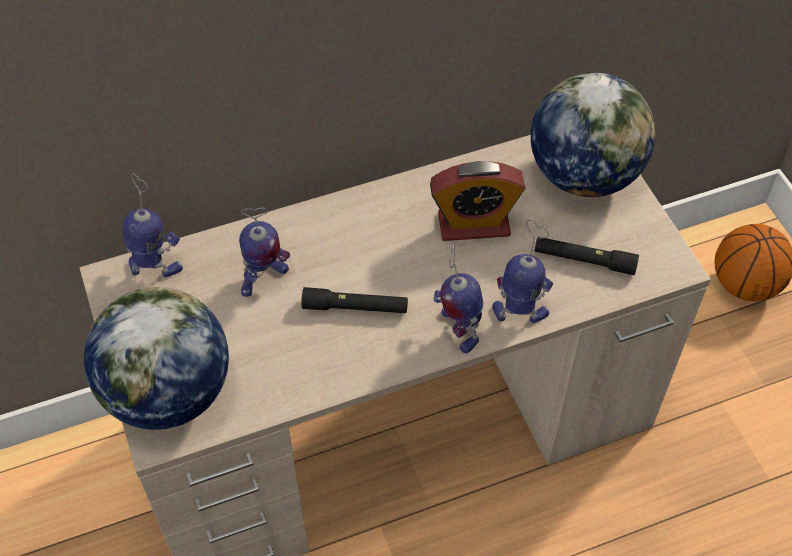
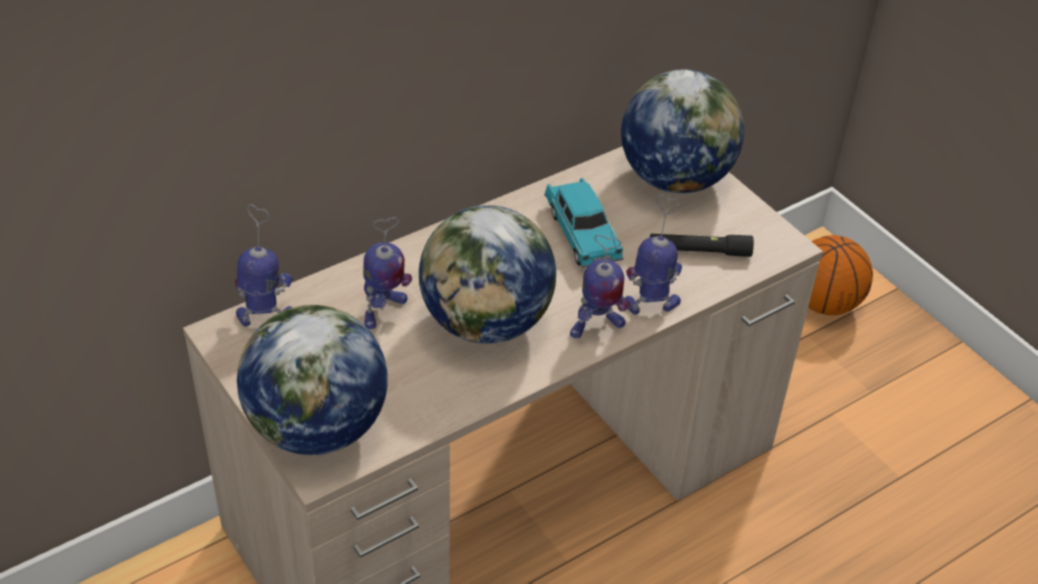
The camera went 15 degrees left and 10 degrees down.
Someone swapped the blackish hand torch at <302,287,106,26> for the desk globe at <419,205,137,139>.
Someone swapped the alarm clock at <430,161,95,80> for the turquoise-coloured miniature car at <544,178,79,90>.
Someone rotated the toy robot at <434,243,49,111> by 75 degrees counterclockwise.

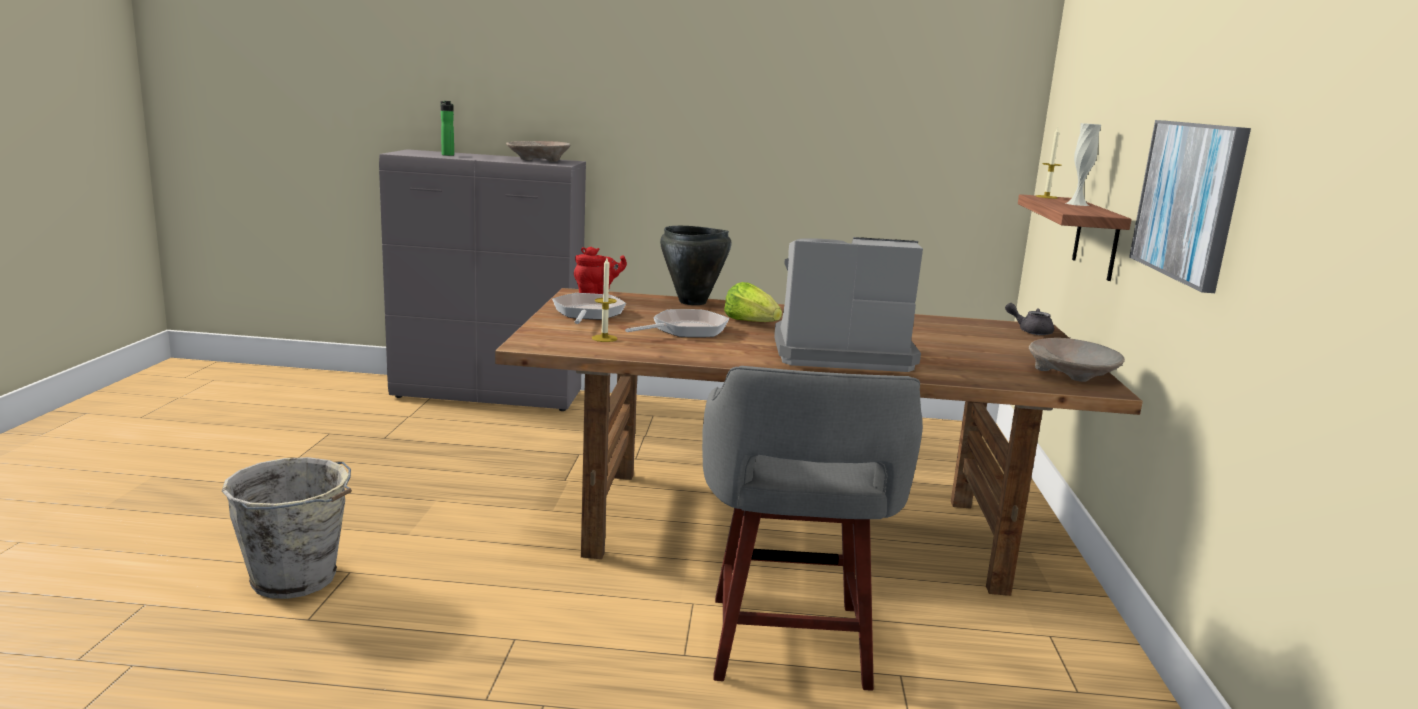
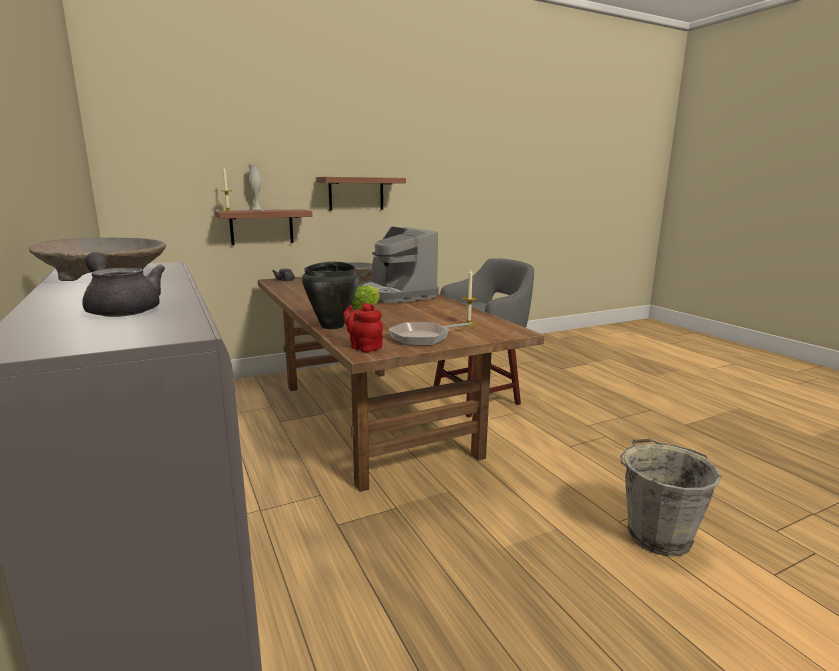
The camera went 120 degrees left and 0 degrees up.
Someone swapped the beverage bottle at <441,101,13,55> for the greyish pot for tea at <82,252,83,65>.
Someone took away the frying pan at <625,309,104,28>.
Someone swapped the wall art at <1129,120,122,173> for the shelf at <316,177,90,33>.

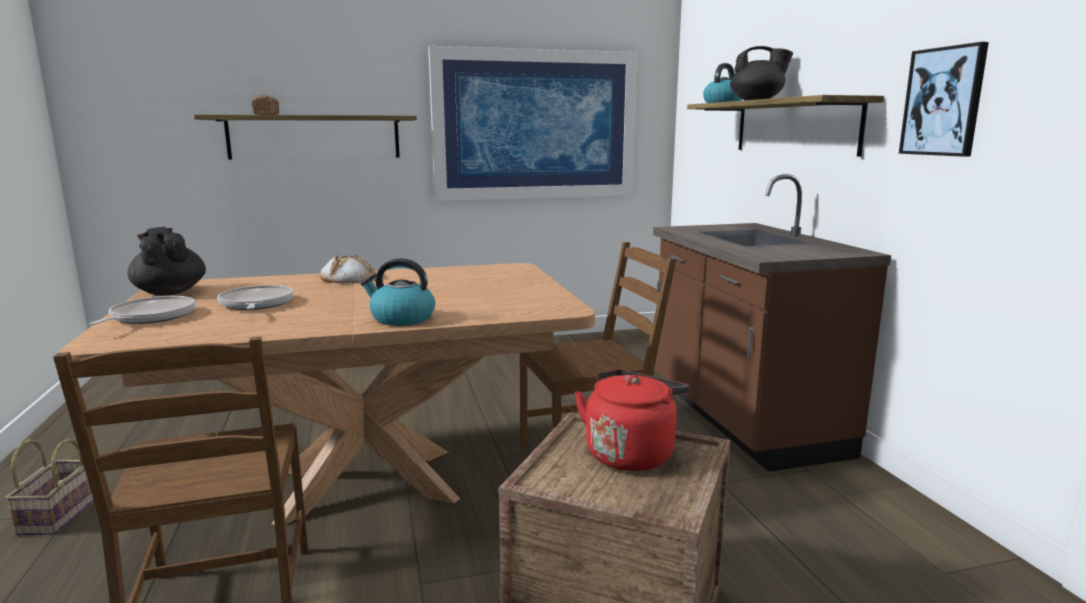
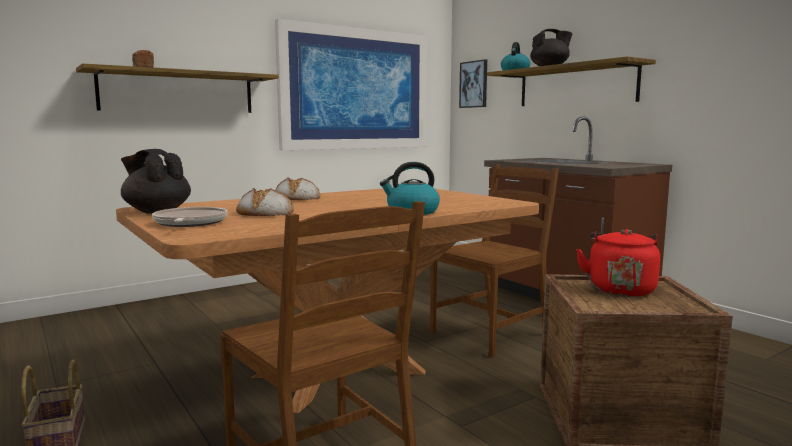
The camera went 20 degrees left and 5 degrees down.
Someone swapped the frying pan at <217,285,77,25> for the baked bread at <236,188,58,28>.
Someone carried the wall art from <899,42,90,115> to <459,59,28,49>.

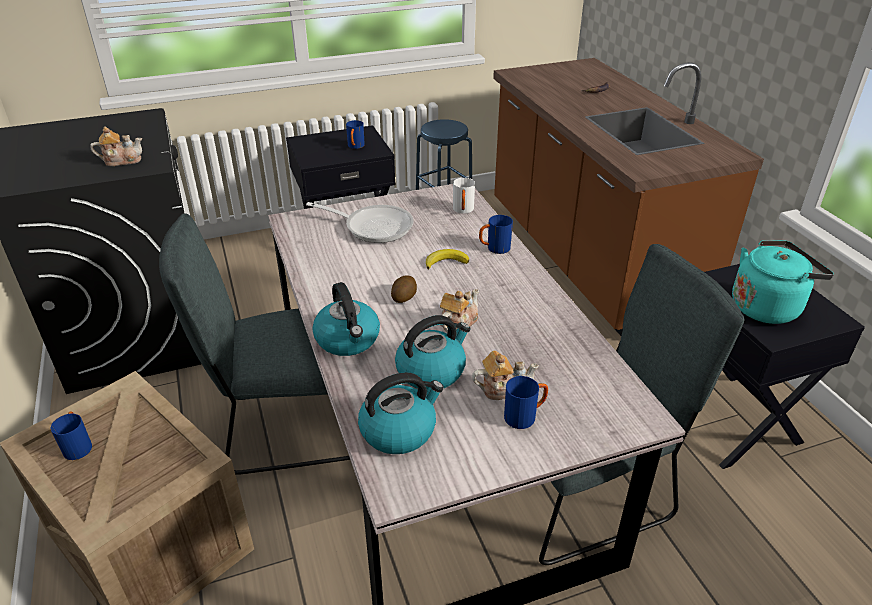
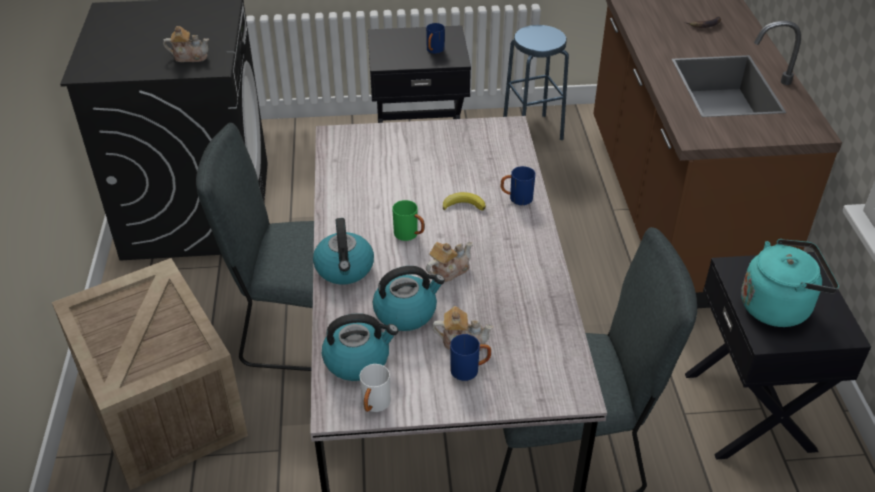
The camera went 15 degrees right and 5 degrees up.
Someone took away the bluish tea mug at <51,411,41,49>.
Someone took away the frying pan at <306,202,108,41>.
Someone swapped the potato at <391,275,26,28> for the green-coloured tea mug at <392,200,33,41>.
Someone carried the white-coloured tea mug from <453,178,22,36> to <360,364,31,48>.

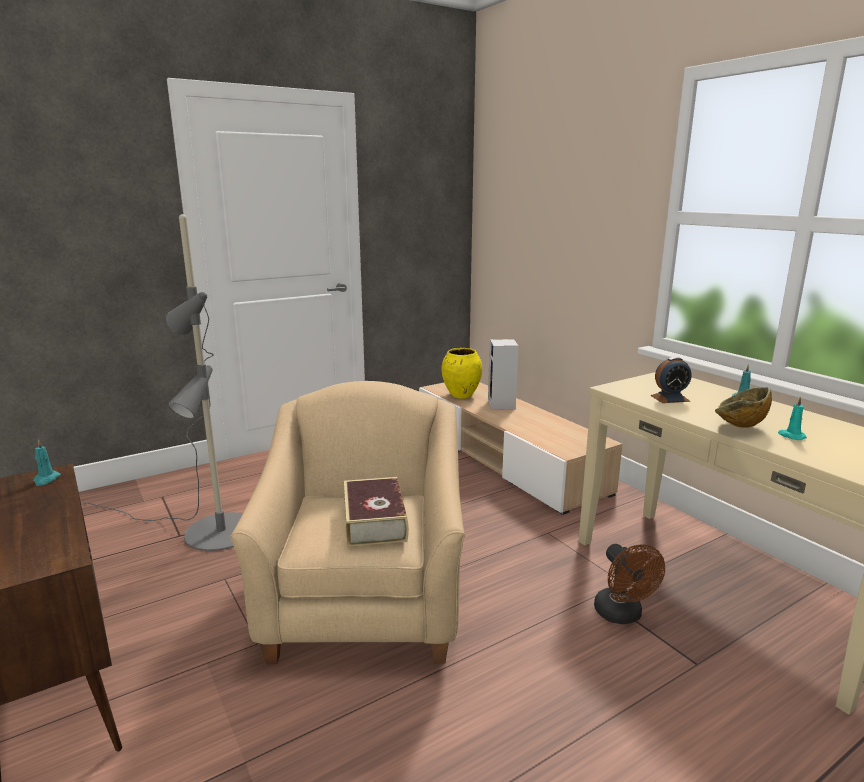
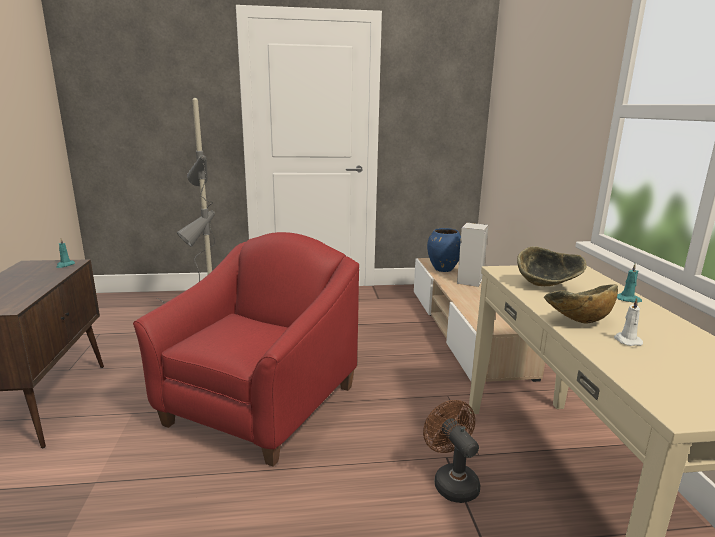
The camera went 25 degrees right and 0 degrees up.
Someone repainted the sand-coloured easy chair at <230,381,235,283>, which became the reddish easy chair at <133,232,226,235>.
Someone took away the volume at <344,477,65,70>.
Someone repainted the yellow decorative vase at <442,348,40,51>, which became the bluish decorative vase at <427,228,34,44>.
Someone rotated the brown-coloured electric fan at <594,544,71,80> by 150 degrees clockwise.
Someone swapped the alarm clock at <651,357,41,46> for the deep dish at <517,246,70,40>.
Someone repainted the turquoise-coloured wax light at <778,396,29,44>, which became the white-coloured wax light at <614,298,29,48>.

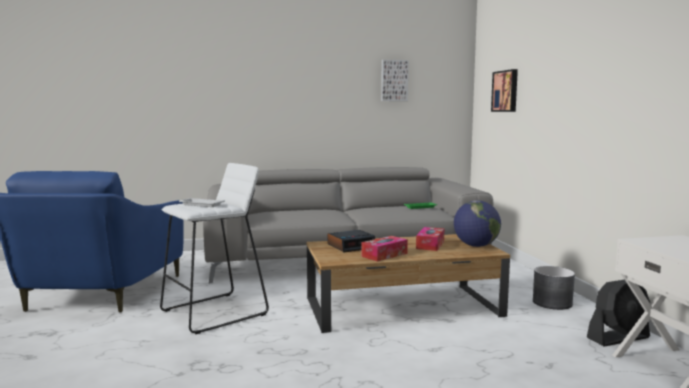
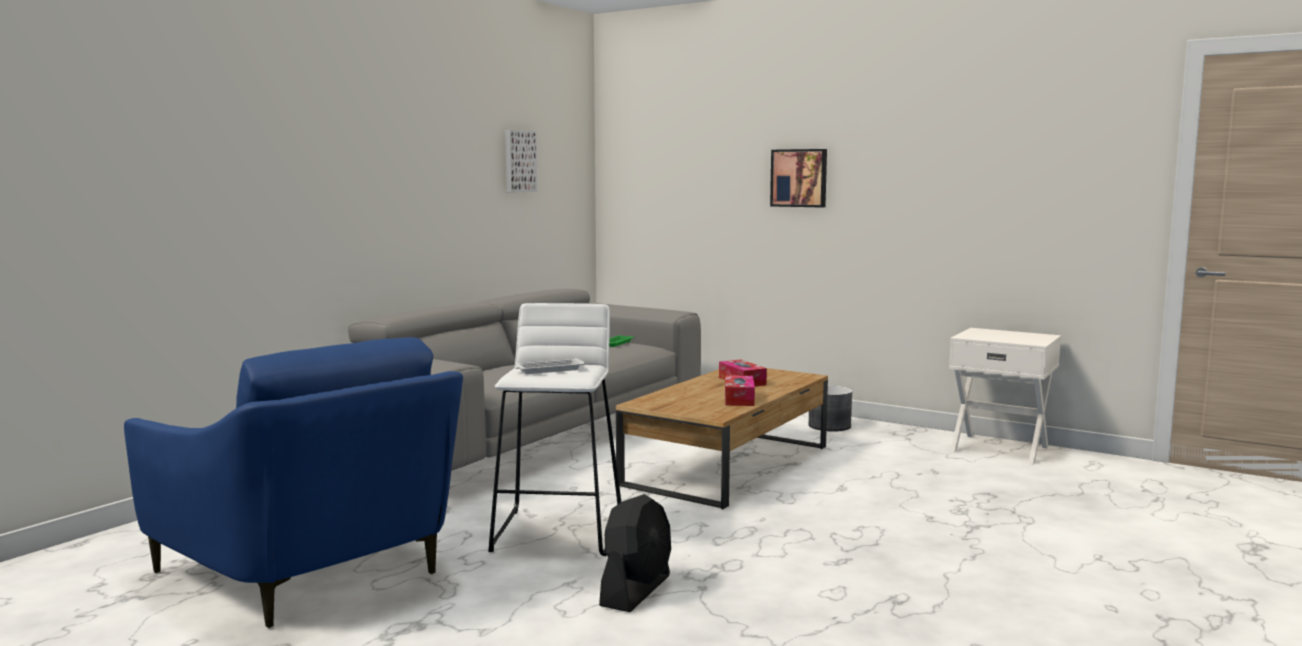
The camera went 45 degrees left and 0 degrees up.
Someone took away the alarm clock at <327,230,48,22>.
Someone took away the desk globe at <454,200,47,47>.
Someone carried the wall art from <491,69,27,43> to <770,149,57,59>.
Someone carried the blackish electric fan from <587,280,64,67> to <599,494,72,118>.

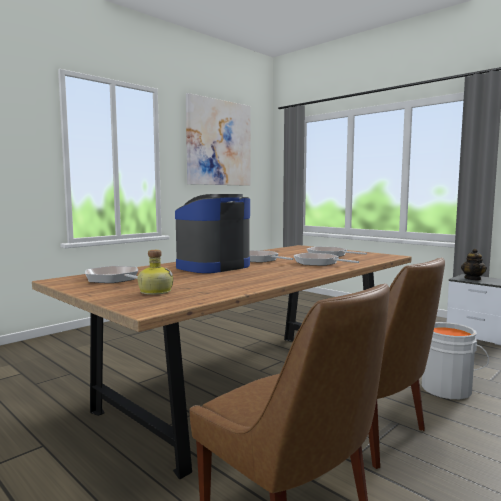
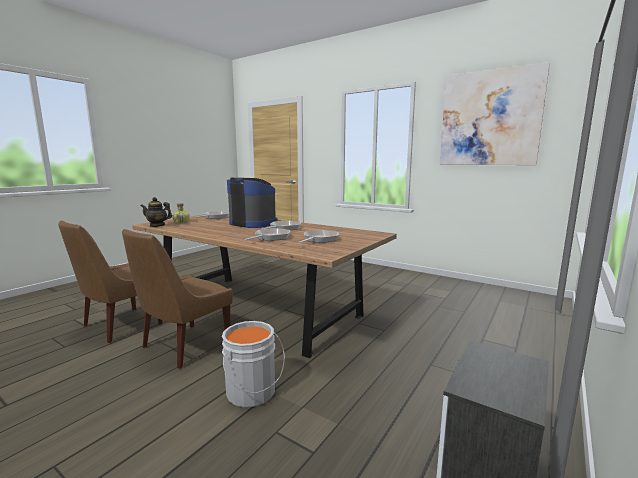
The camera went 80 degrees right and 5 degrees up.
Someone carried the pot for tea from <461,248,26,33> to <141,197,31,30>.

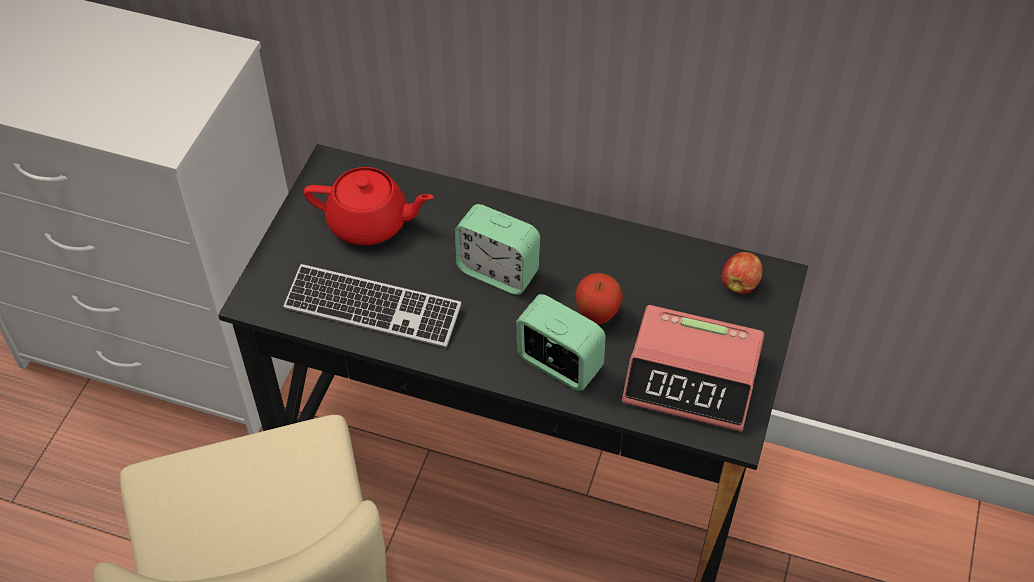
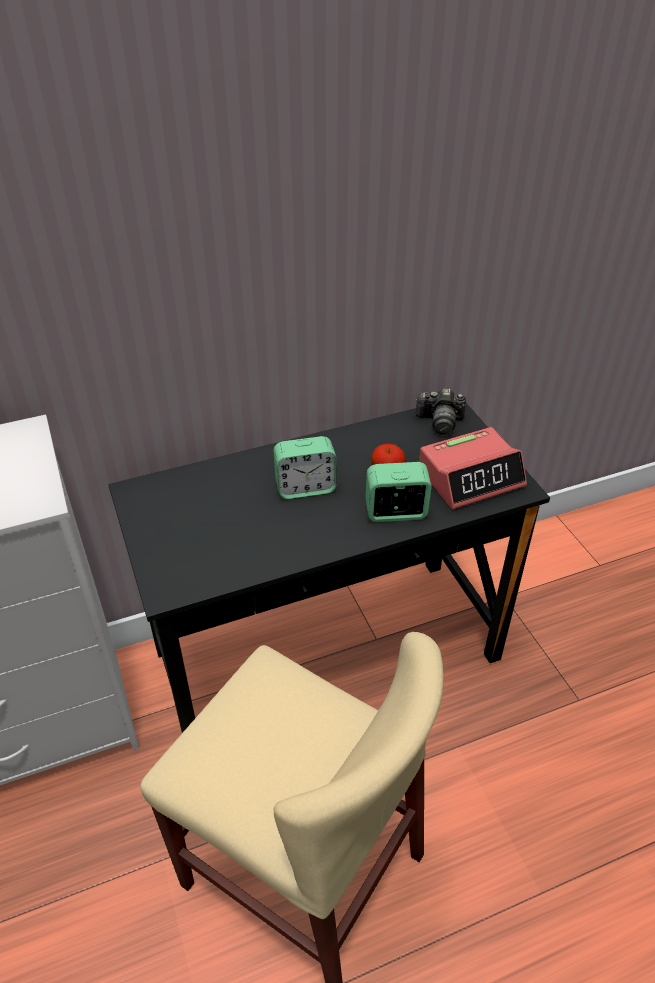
The camera went 40 degrees left and 10 degrees down.
Someone took away the keyboard at <283,264,179,83>.
Someone took away the reddish pot for tea at <304,167,130,78>.
Someone swapped the apple at <722,252,41,42> for the still camera at <415,388,51,47>.

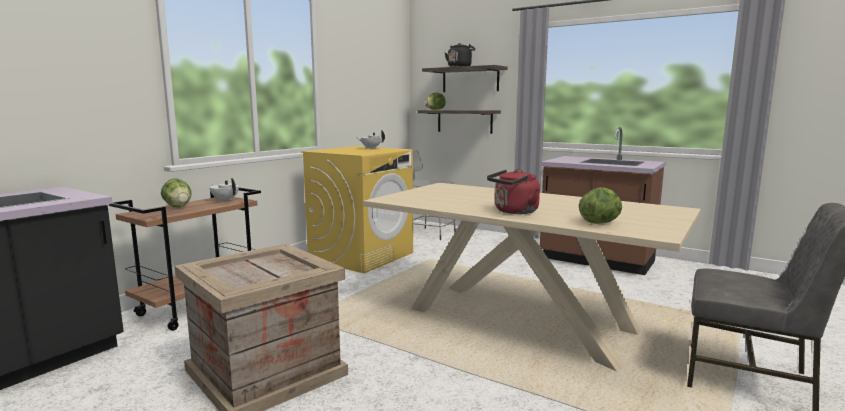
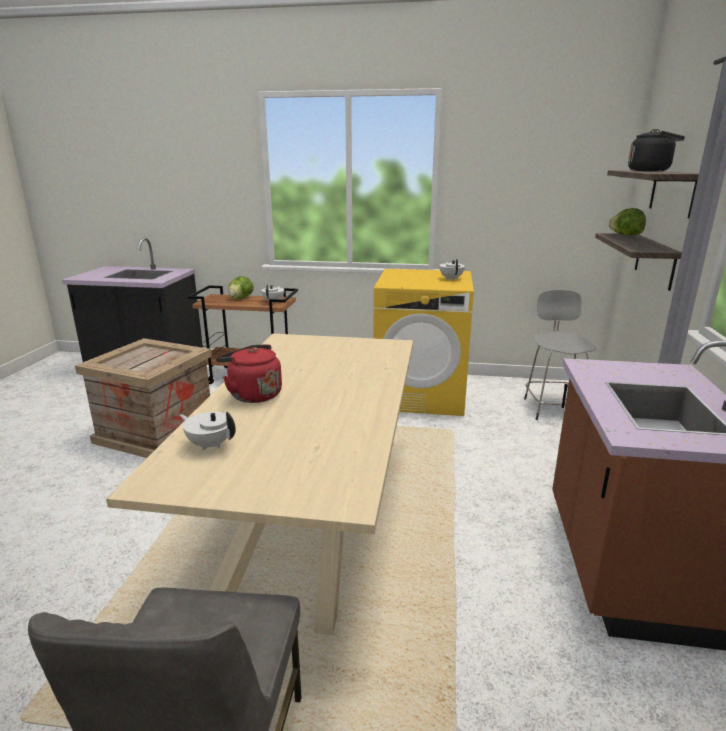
The camera went 65 degrees right and 10 degrees up.
Someone swapped the lettuce head at <579,187,43,37> for the white-coloured pot for tea at <180,412,56,38>.

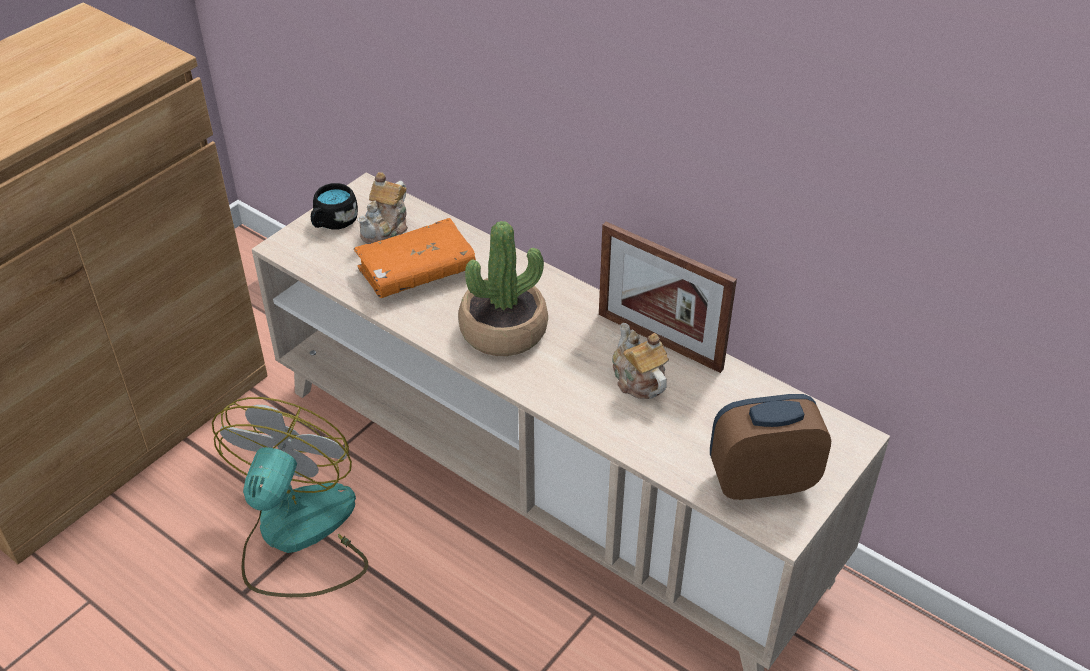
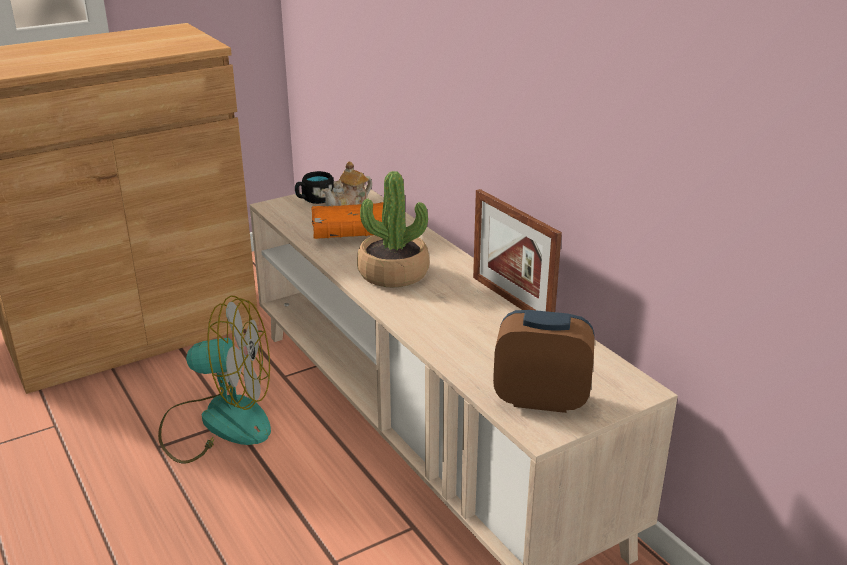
The camera went 20 degrees right and 15 degrees down.
Someone rotated the electric fan at <212,397,156,200> by 60 degrees clockwise.
Someone took away the pot for tea at <612,322,57,77>.

